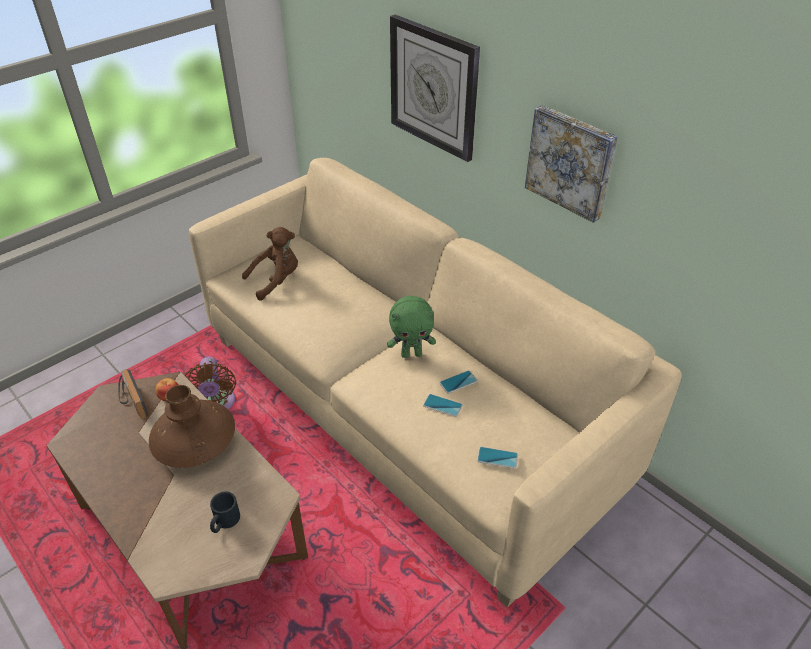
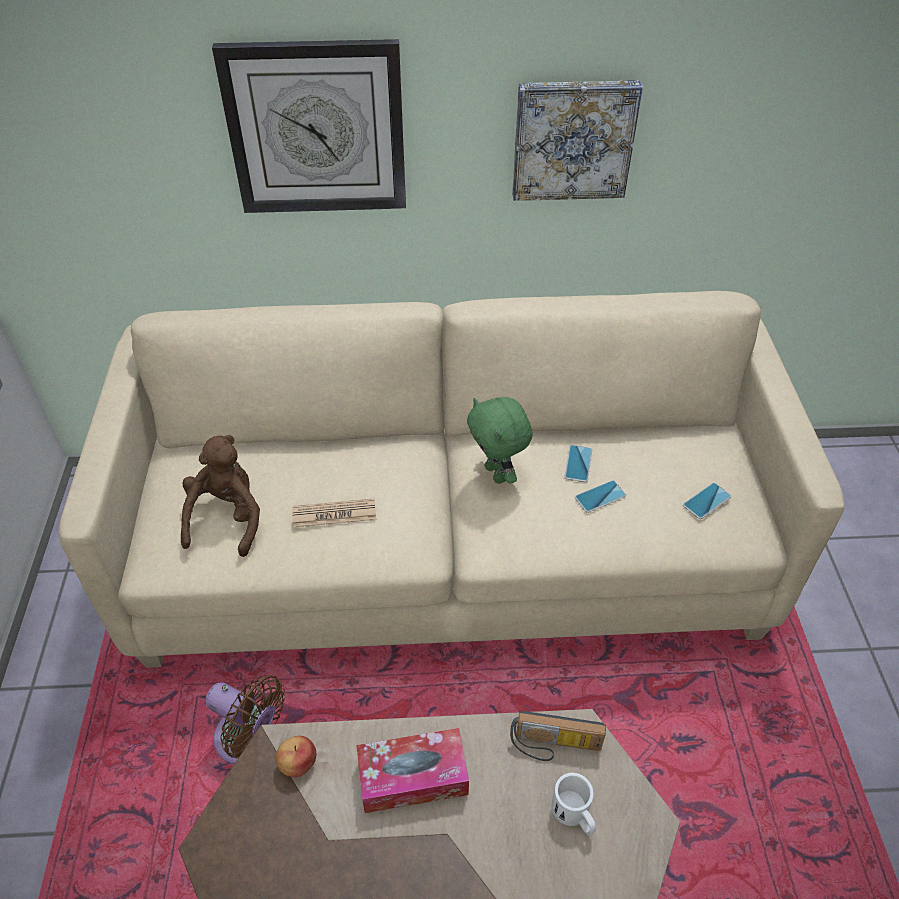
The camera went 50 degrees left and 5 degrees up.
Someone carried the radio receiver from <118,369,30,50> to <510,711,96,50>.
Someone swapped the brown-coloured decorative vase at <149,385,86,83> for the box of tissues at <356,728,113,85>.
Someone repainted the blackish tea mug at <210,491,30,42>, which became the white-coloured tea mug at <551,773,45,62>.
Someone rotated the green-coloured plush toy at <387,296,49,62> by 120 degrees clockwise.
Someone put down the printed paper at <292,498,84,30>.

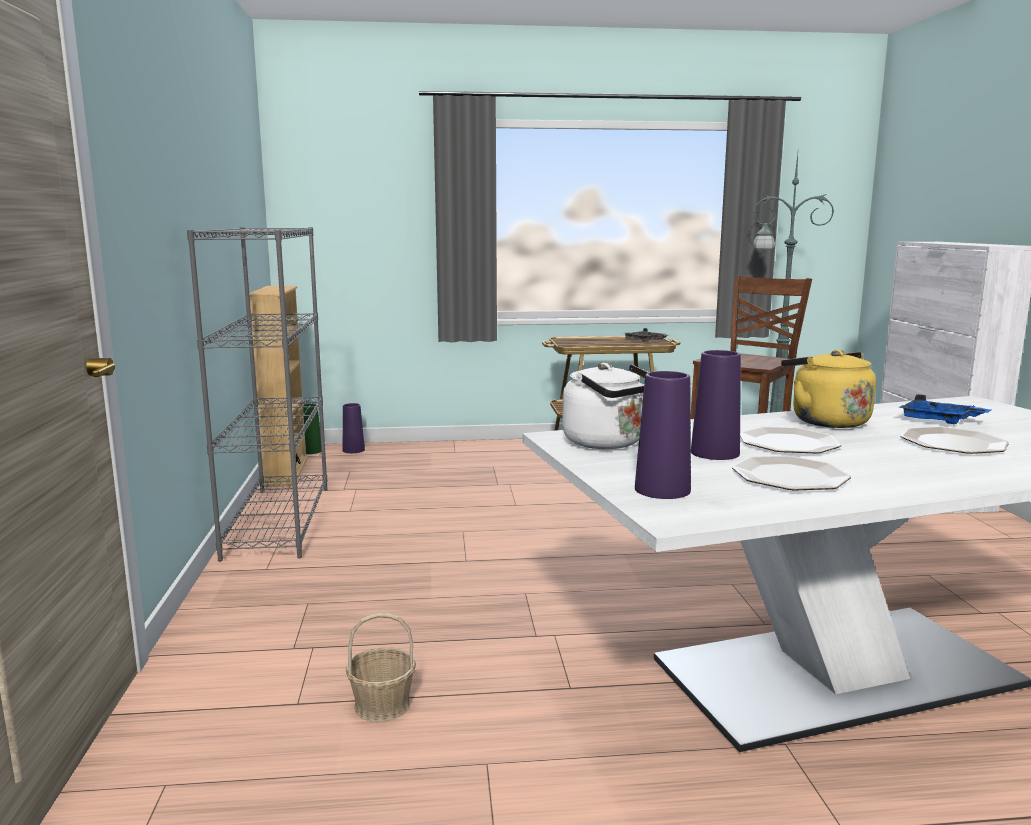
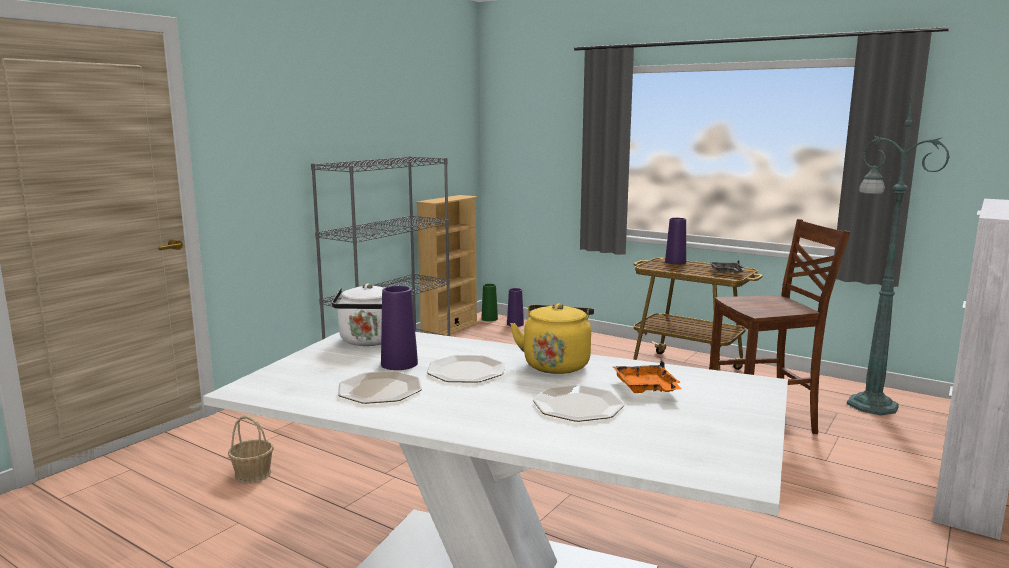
The camera went 40 degrees right and 0 degrees up.
Someone carried the purple decorative vase from <635,371,56,128> to <665,218,21,46>.
Someone repainted the bluish carrying tray at <899,394,93,30>, which became the orange-coloured carrying tray at <613,360,69,33>.

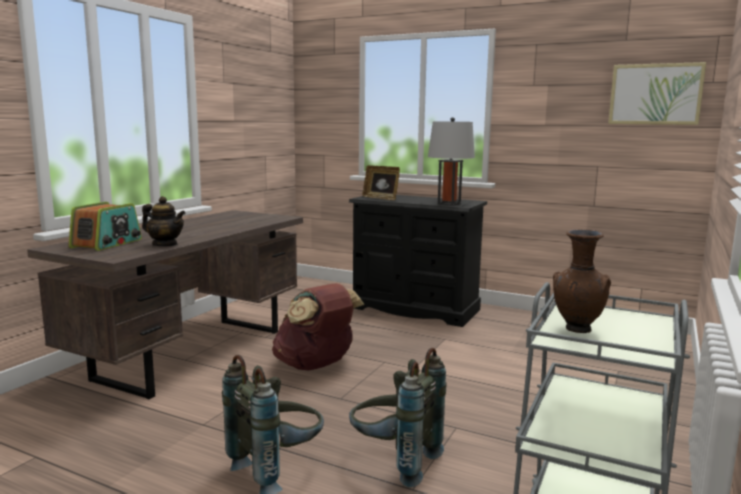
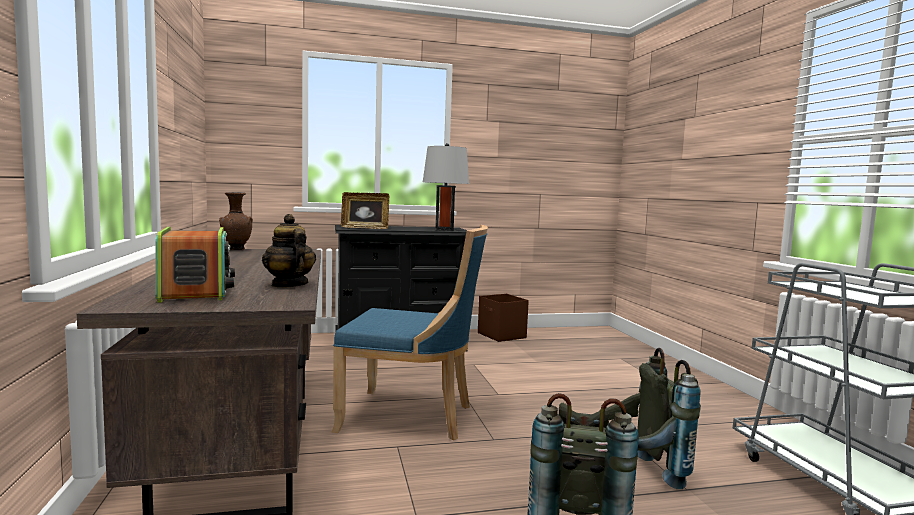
The camera went 40 degrees left and 5 degrees down.
Someone rotated the pot for tea at <142,196,44,50> by 105 degrees counterclockwise.
Someone swapped the brown-coloured knapsack at <272,283,92,87> for the bluish upright chair at <332,225,156,215>.
Someone carried the brown-coloured decorative vase from <553,229,58,104> to <219,192,34,58>.
Someone took away the wall art at <608,62,98,63>.
Someone put down the brown-coloured storage bin at <478,294,51,48>.

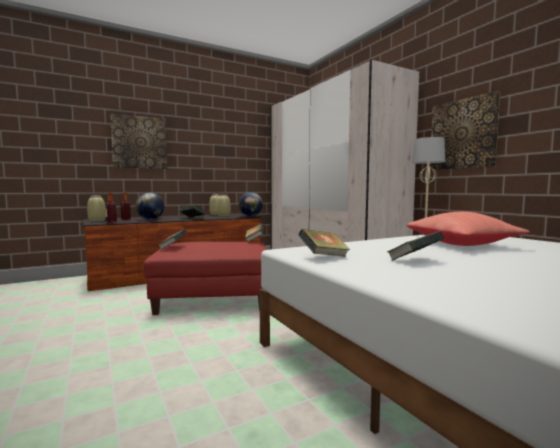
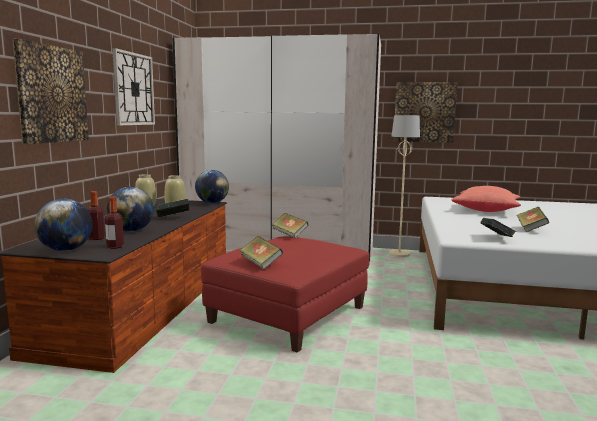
The camera went 50 degrees left and 5 degrees up.
Someone swapped the sand-coloured decorative vase at <87,195,19,26> for the desk globe at <34,199,58,52>.
Someone put up the hanging clock at <112,48,43,77>.

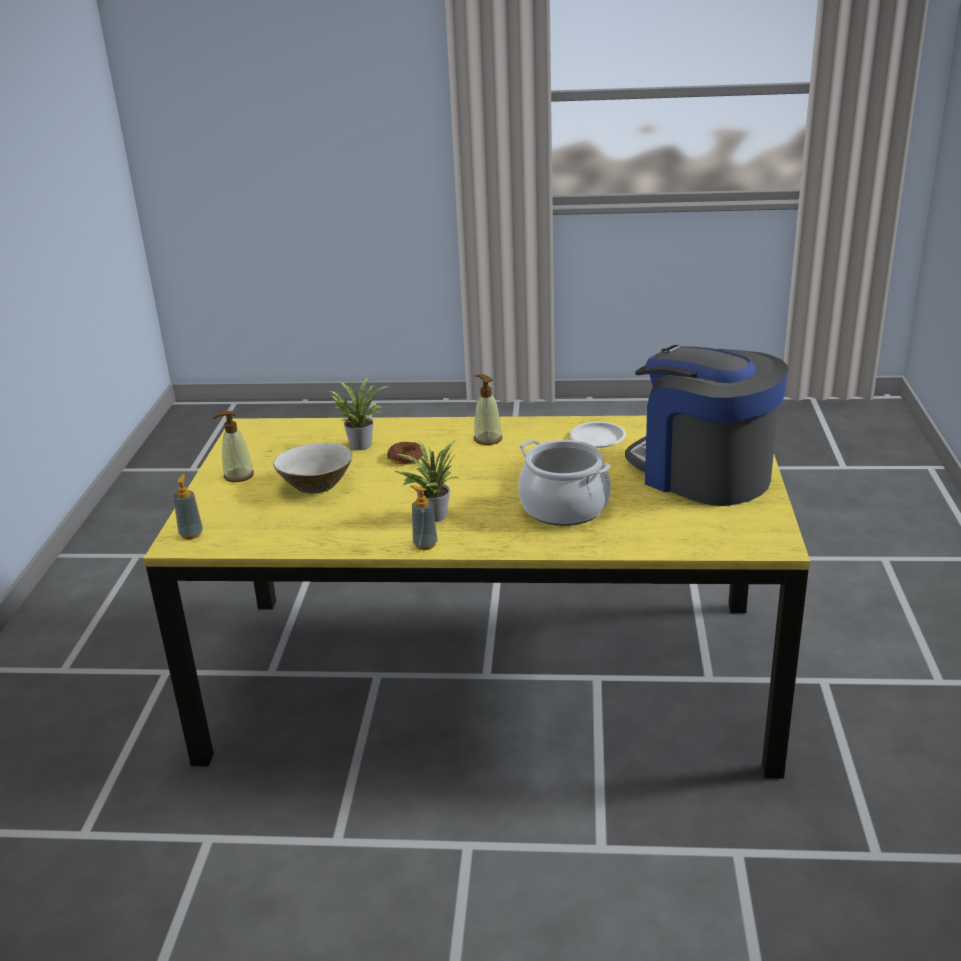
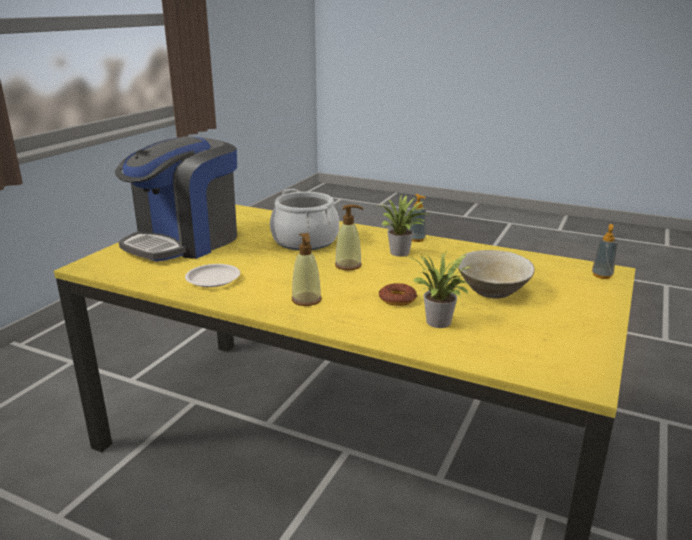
The camera went 160 degrees left and 5 degrees down.
Someone carried the soap dispenser from <212,411,42,71> to <335,205,28,65>.
Someone rotated the coffee machine at <625,345,163,161> by 60 degrees clockwise.

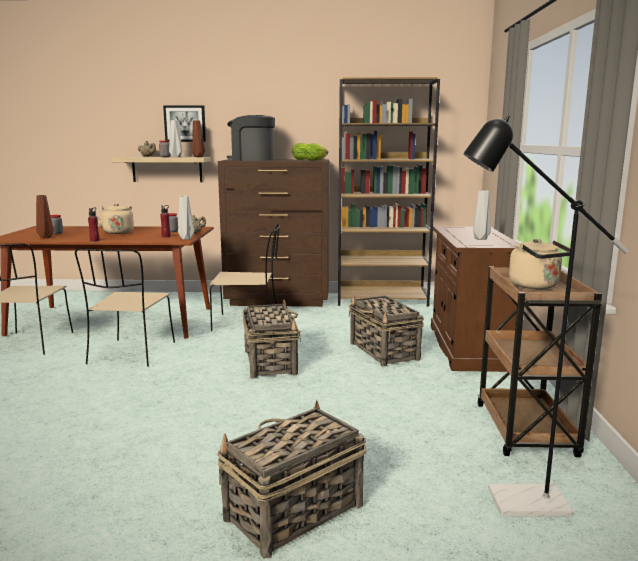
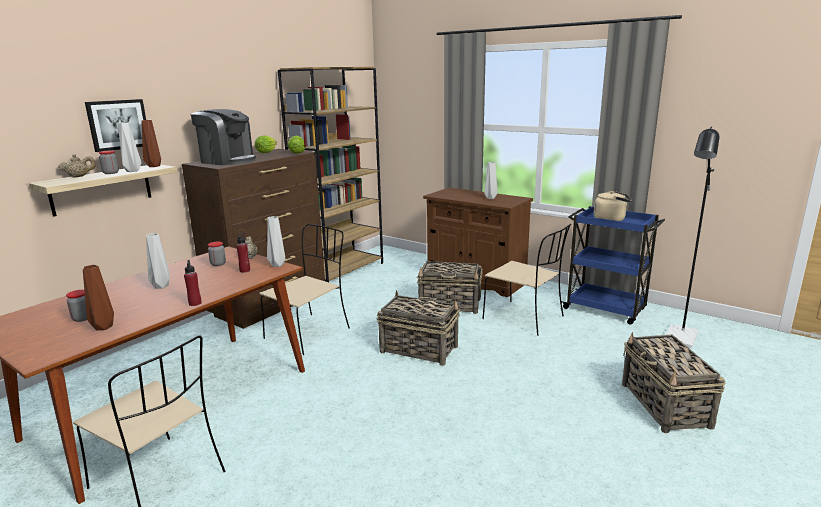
The camera went 55 degrees left and 5 degrees up.
Someone carried the sand-coloured upright chair from <75,249,100,118> to <482,224,89,112>.
Someone swapped the sand-coloured water kettle at <96,204,38,30> for the greyish decorative vase at <146,233,24,56>.
Someone rotated the coffee machine at <227,115,48,46> by 120 degrees counterclockwise.
Someone repainted the brown-coloured trolley at <477,267,125,190>, which became the bluish trolley at <561,206,104,119>.

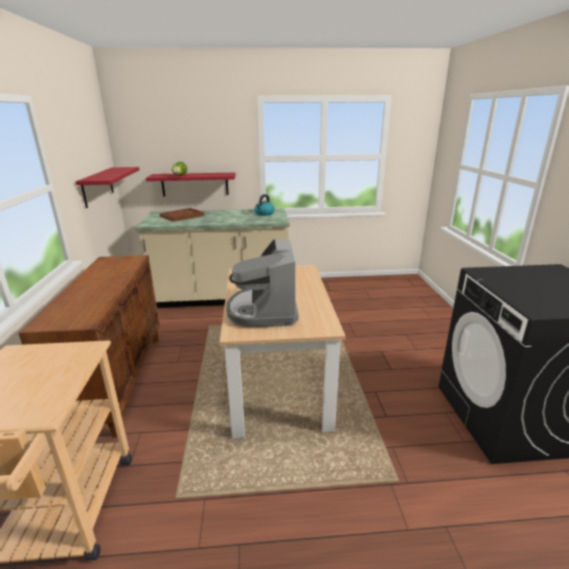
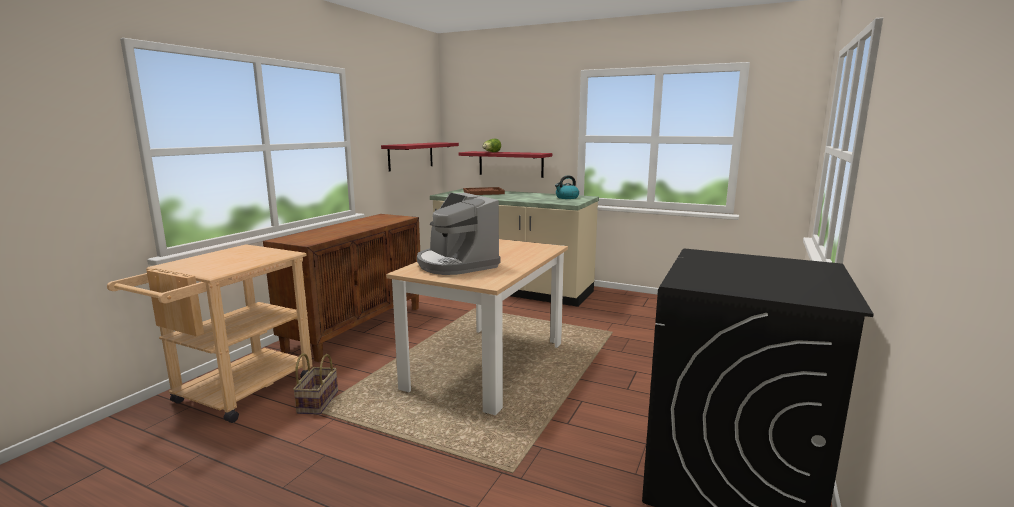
The camera went 30 degrees right and 10 degrees down.
Someone rotated the coffee machine at <226,239,73,88> by 60 degrees counterclockwise.
Someone put down the basket at <293,353,45,62>.

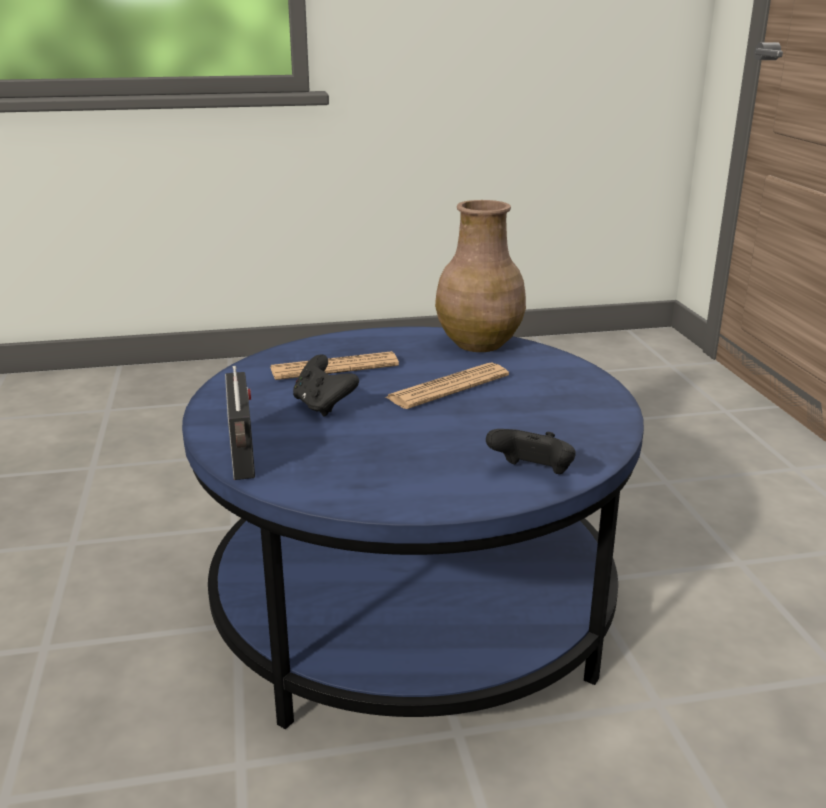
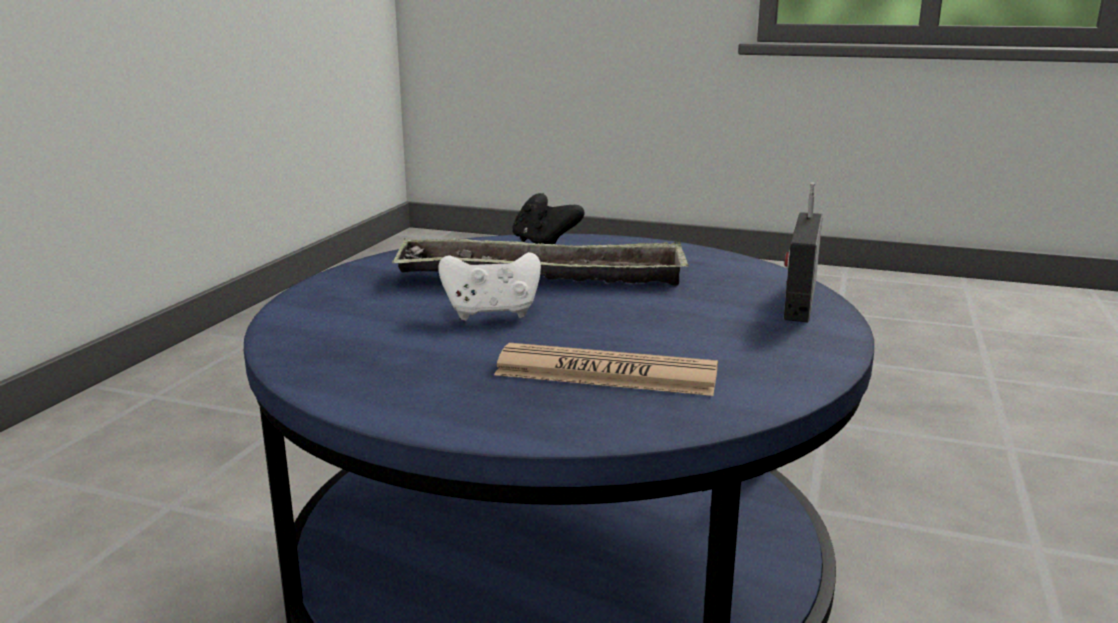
The camera went 150 degrees left and 5 degrees down.
Someone took away the blackish gamepad at <293,355,66,61>.
Someone swapped the printed paper at <386,362,123,47> for the white-coloured gamepad at <438,252,103,69>.
Someone took away the brown-coloured decorative vase at <435,200,91,152>.
Someone put down the carrying tray at <392,238,297,48>.

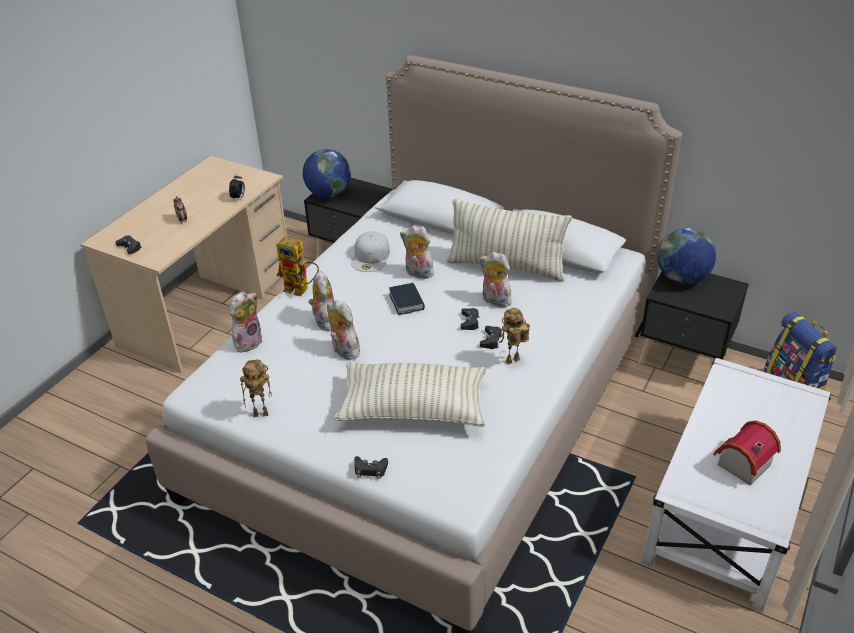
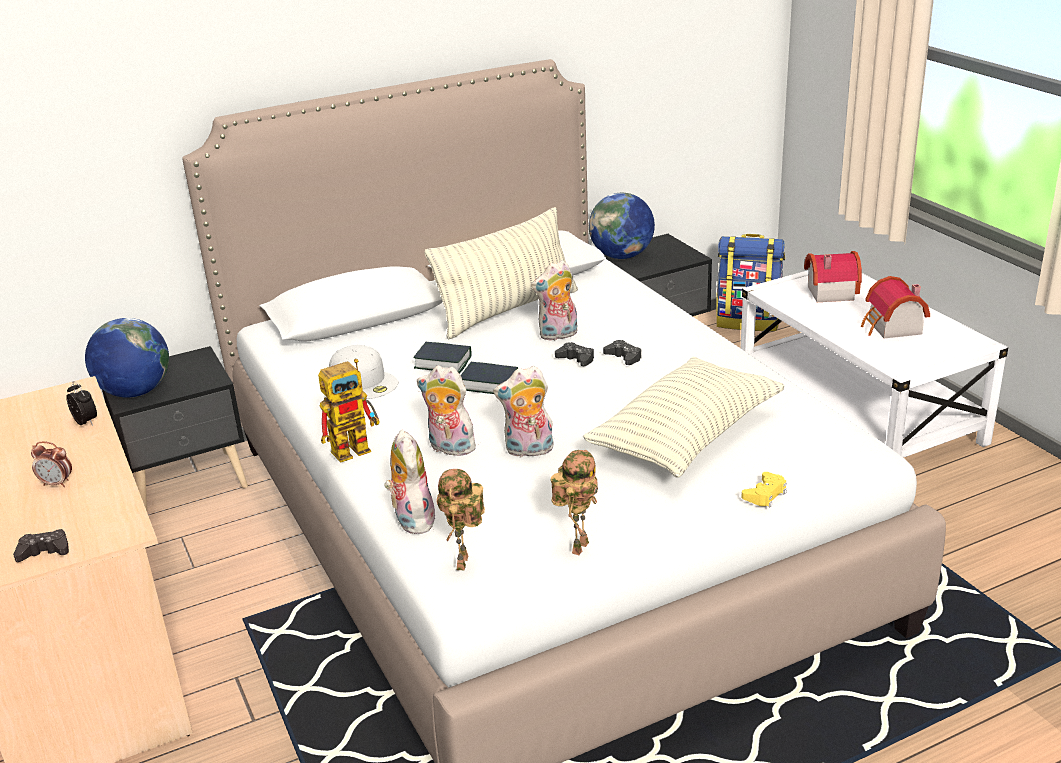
The camera went 55 degrees left and 10 degrees down.
Someone repainted the blackish gamepad at <354,456,34,23>, which became the yellow gamepad at <742,472,44,35>.
Someone swapped the plush toy at <400,225,34,54> for the volume at <413,342,58,31>.
Someone carried the toy robot from <499,308,31,57> to <436,469,49,101>.
Someone put down the toy house at <804,251,58,51>.

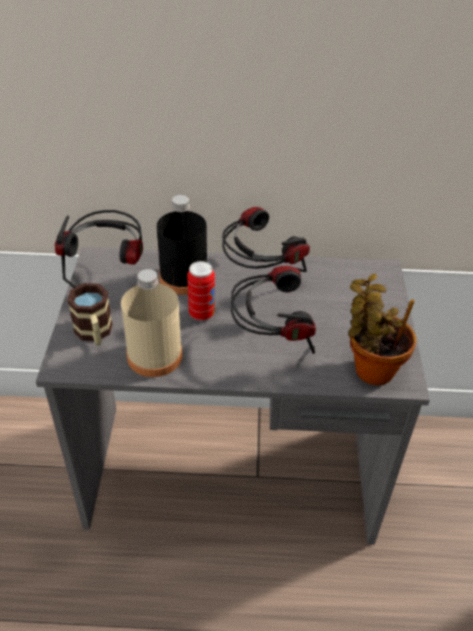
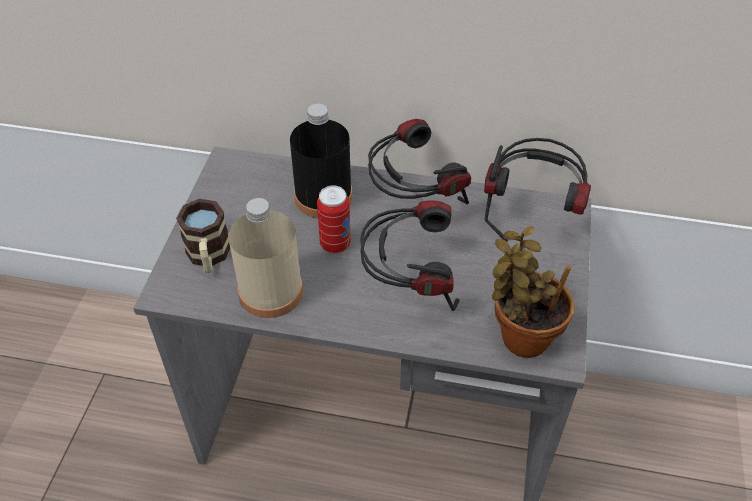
The camera went 10 degrees right and 5 degrees up.
Someone carried the headset from <55,210,88,78> to <484,138,107,103>.

